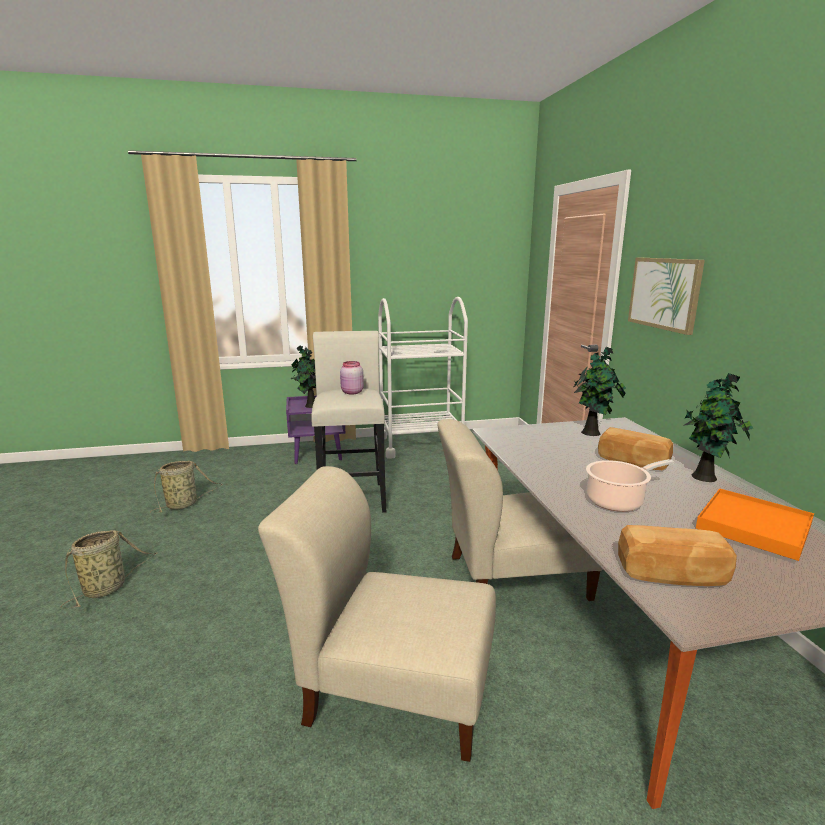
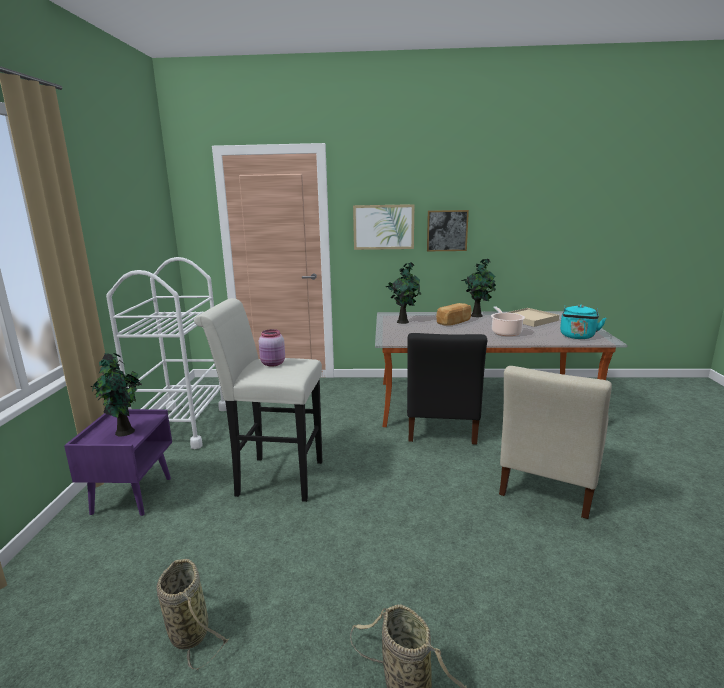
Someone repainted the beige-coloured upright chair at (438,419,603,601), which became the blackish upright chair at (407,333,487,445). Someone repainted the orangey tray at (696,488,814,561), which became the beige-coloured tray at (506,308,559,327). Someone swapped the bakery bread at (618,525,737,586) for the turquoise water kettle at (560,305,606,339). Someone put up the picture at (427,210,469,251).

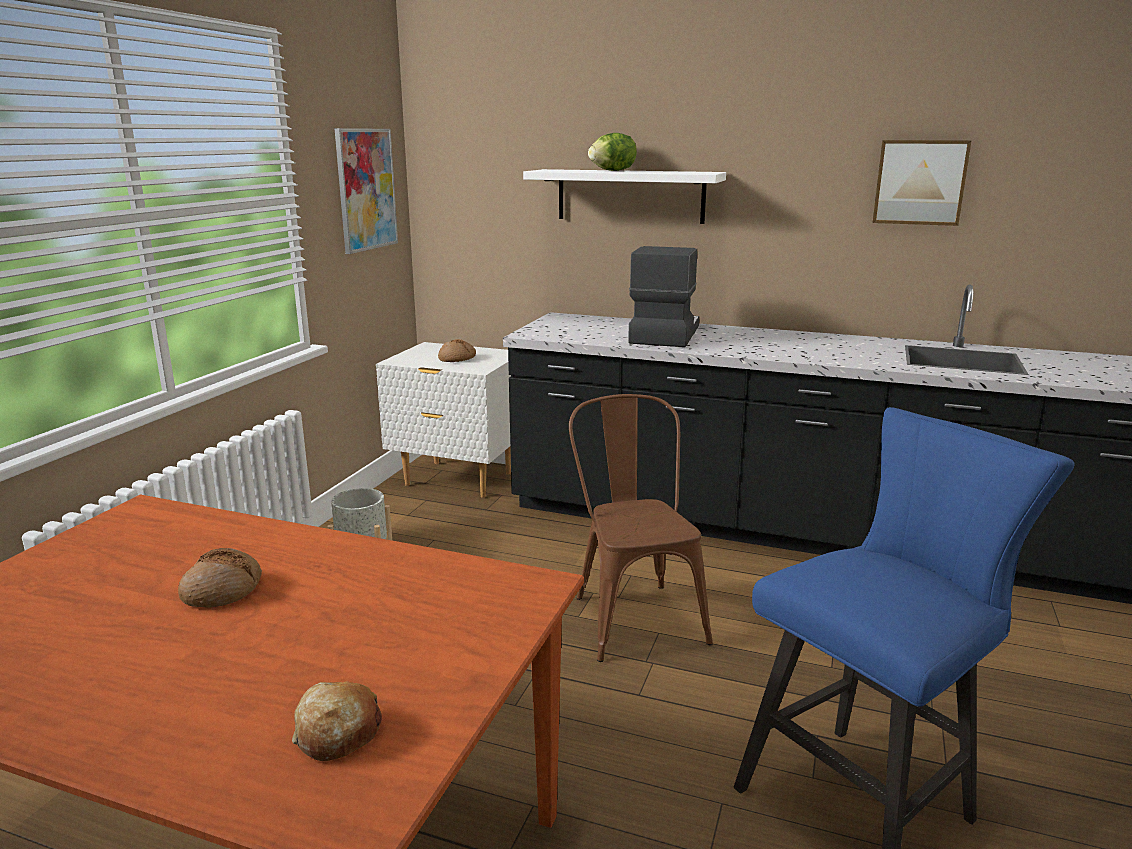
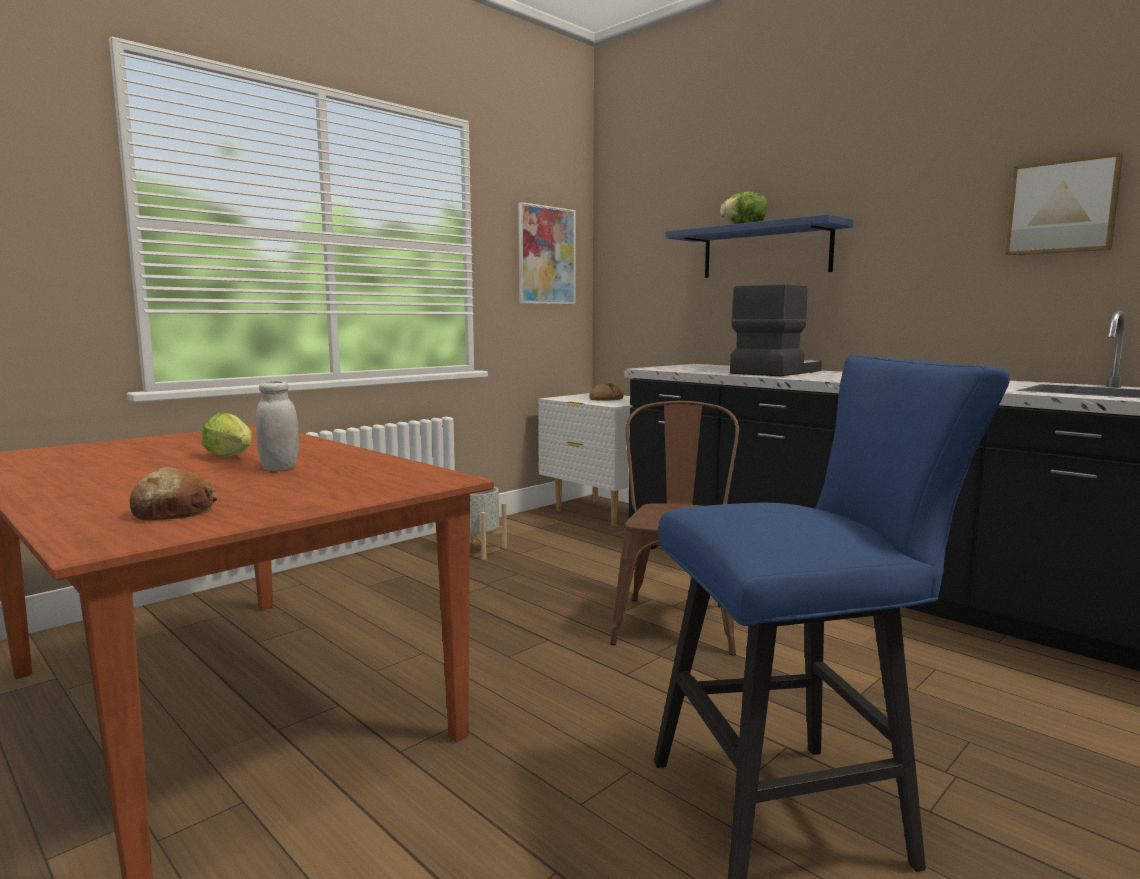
Someone repainted the white-coloured shelf at (523,169,726,224), which became the blue-coloured shelf at (666,214,854,278). Someone swapped the bakery bread at (178,548,262,607) for the lettuce at (202,413,252,457). Someone put down the white-coloured jar at (256,381,299,471).

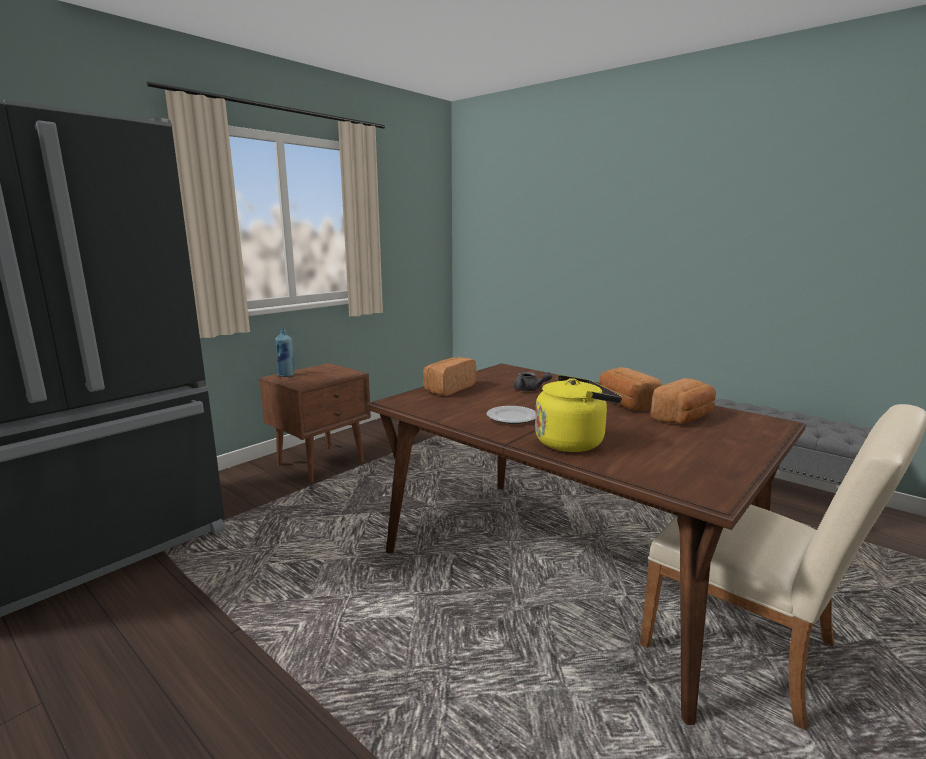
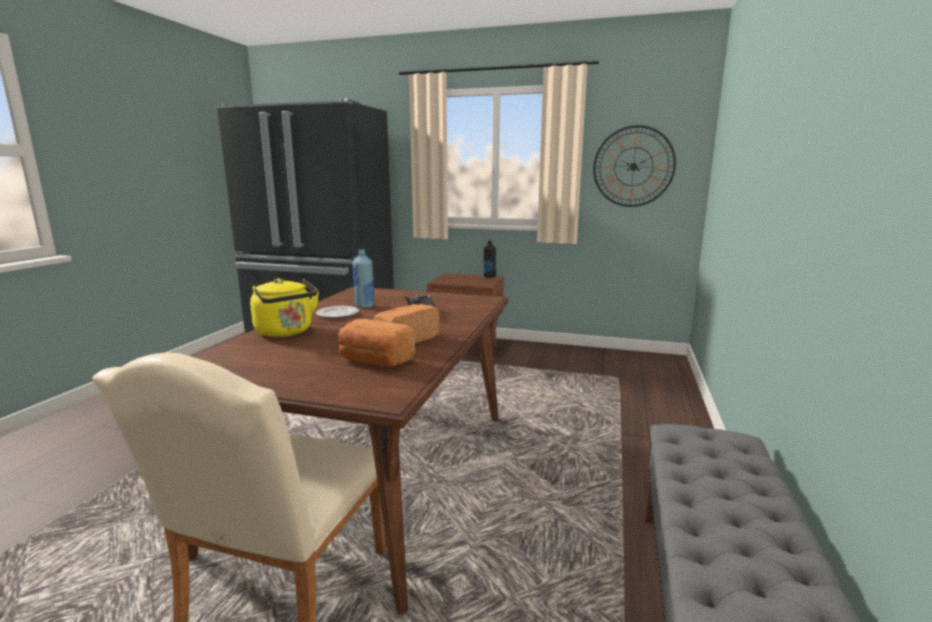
Someone carried the blue-coloured beverage bottle from (275,329,295,377) to (353,249,374,308). Someone took away the bakery bread at (423,357,476,396). Someone put up the clock on the wall at (593,125,676,207). Someone put down the blackish beverage bottle at (484,240,496,278).

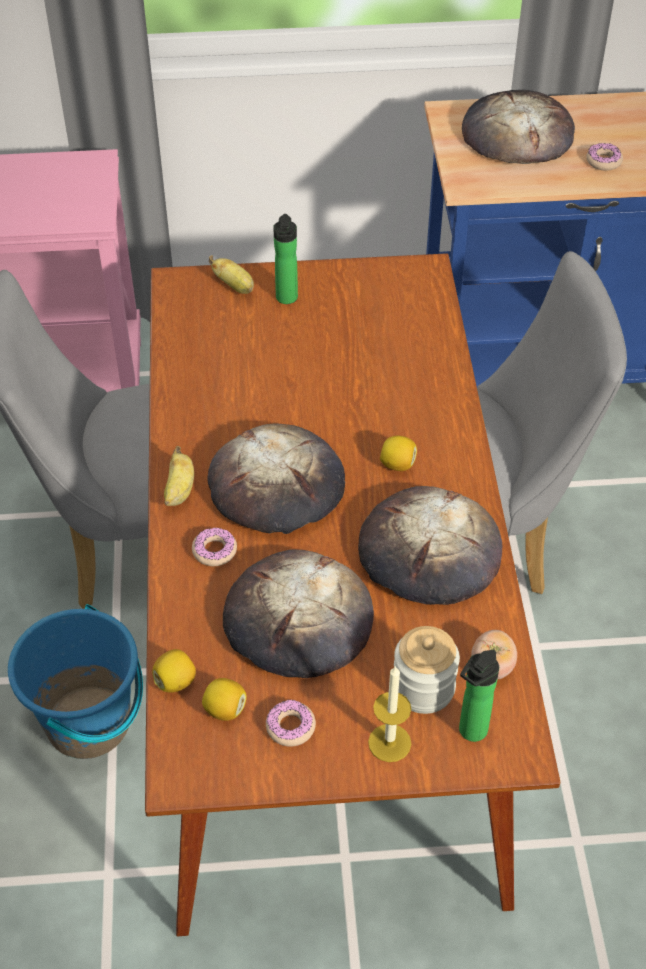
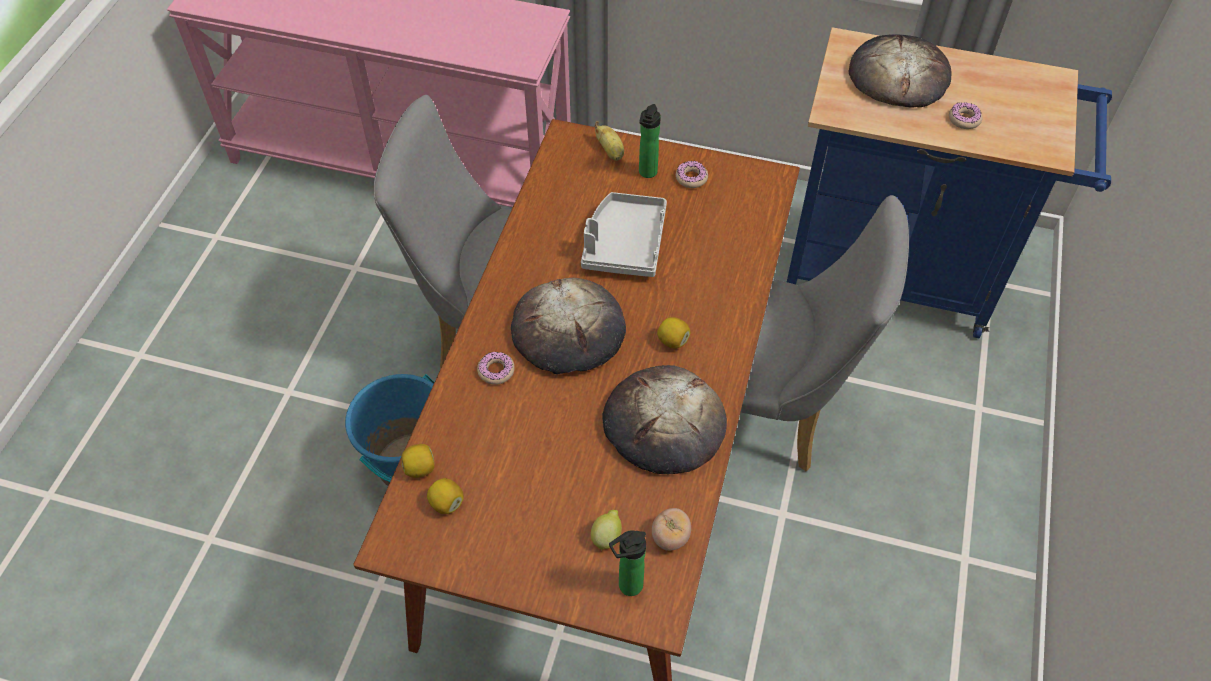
Someone took away the banana at (164,446,194,506). Someone took away the bakery bread at (223,550,374,678). Someone swapped the jar at (394,626,460,714) for the whole lemon at (591,510,622,551). Someone took away the candle at (368,665,411,762). Someone carried the ring doughnut from (266,700,316,746) to (676,161,708,188). Someone put down the grey tray at (581,192,667,277).

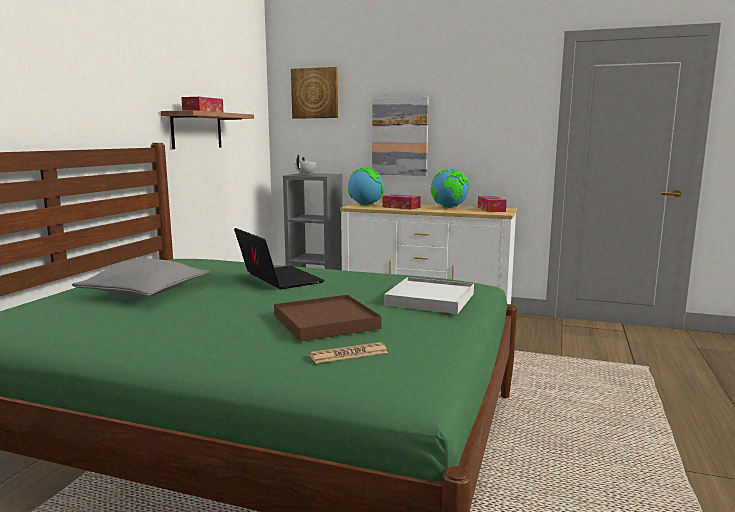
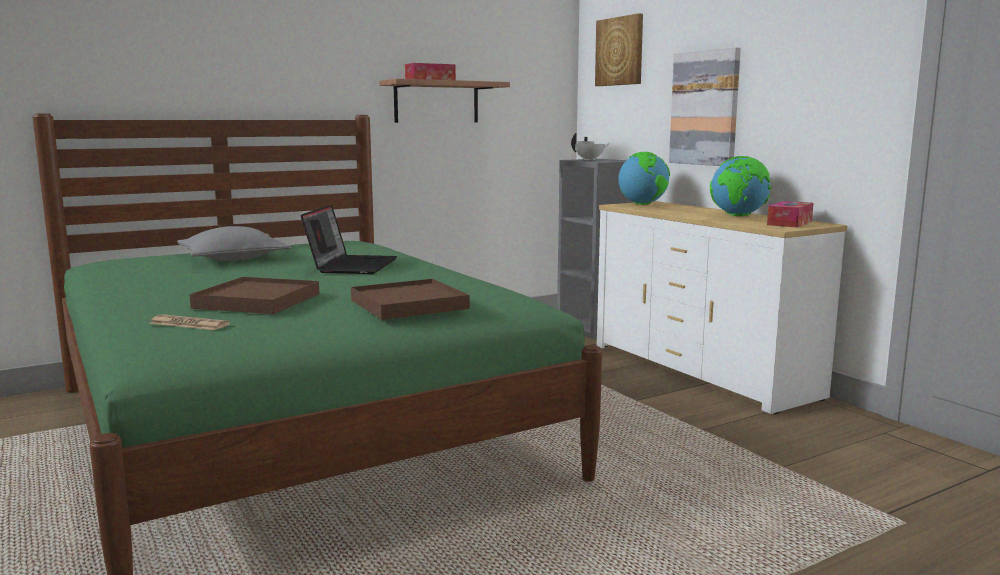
Someone took away the tissue box at (383,194,421,210). Someone repainted the white-coloured tray at (384,277,474,314), which became the brownish tray at (351,279,470,320).

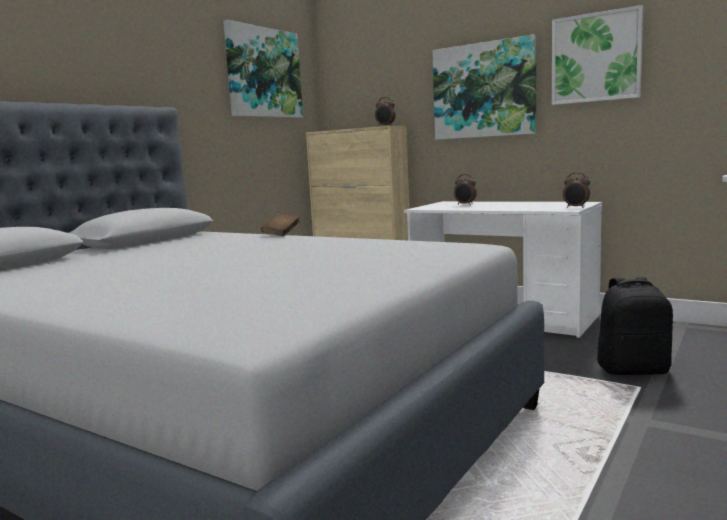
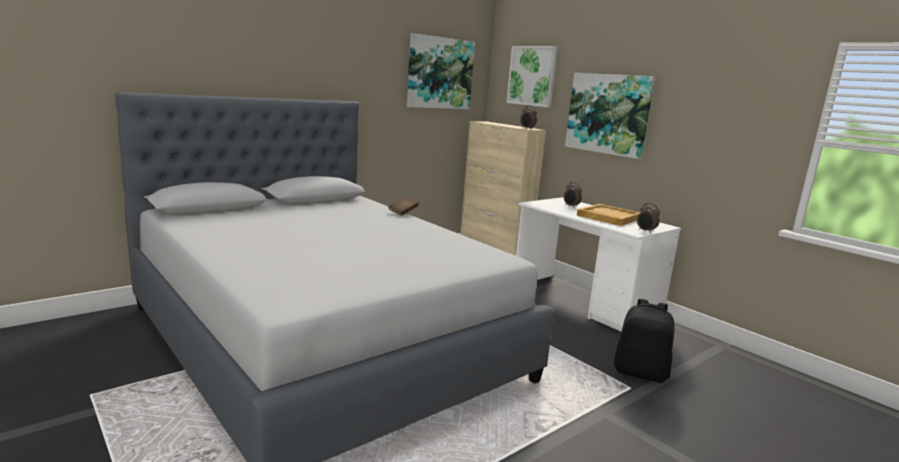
Someone carried the picture from (552,5,643,105) to (506,46,558,108). Someone put down the beige-coloured tray at (577,204,640,226).

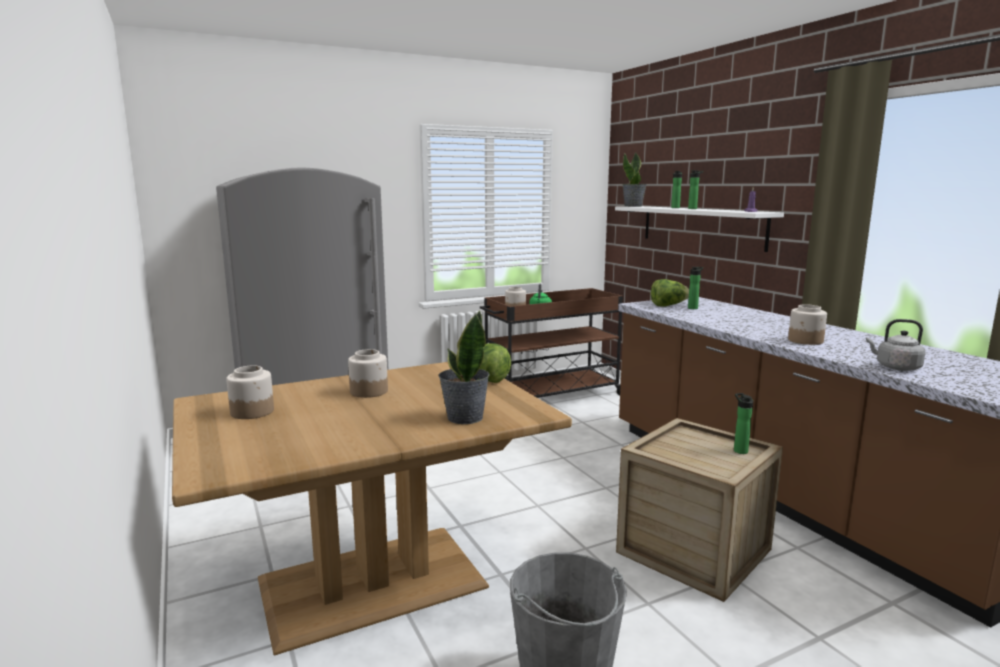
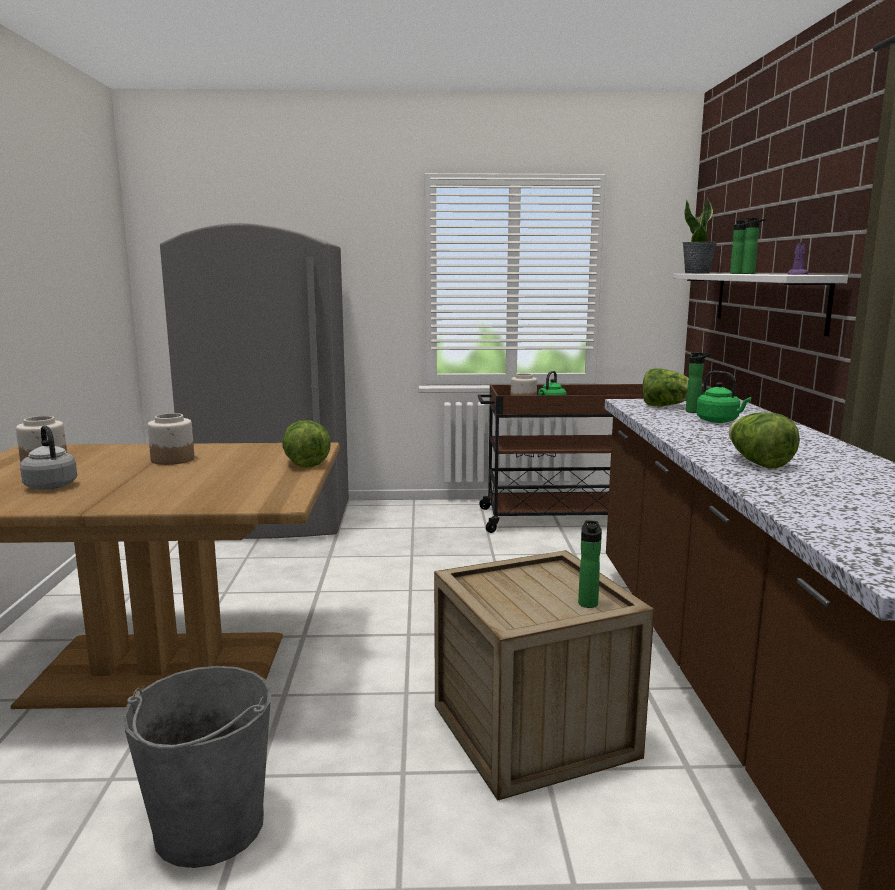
Someone swapped the jar at (788,304,827,345) for the lettuce at (729,413,800,469). Someone took away the potted plant at (439,310,489,424). Someone carried the grey water kettle from (866,319,925,371) to (20,425,77,490). Someone put down the greenish water kettle at (696,371,751,423).

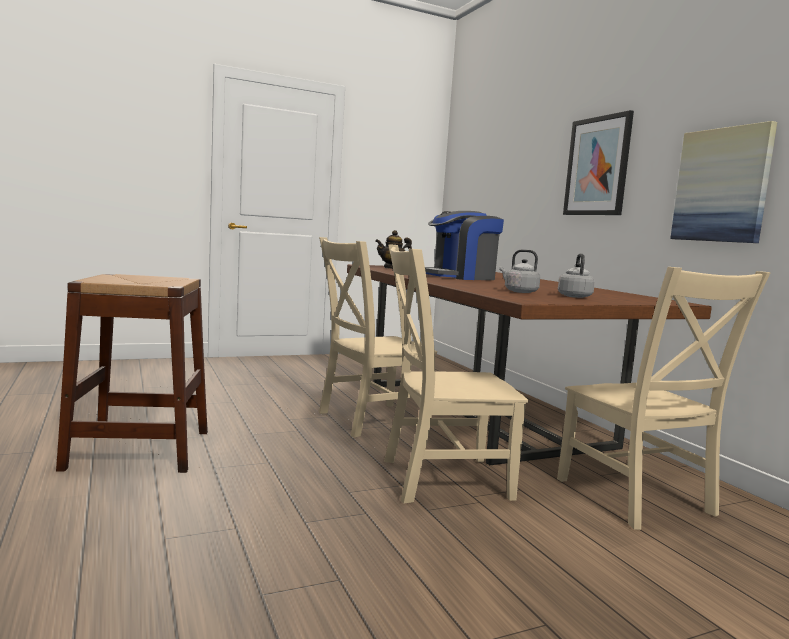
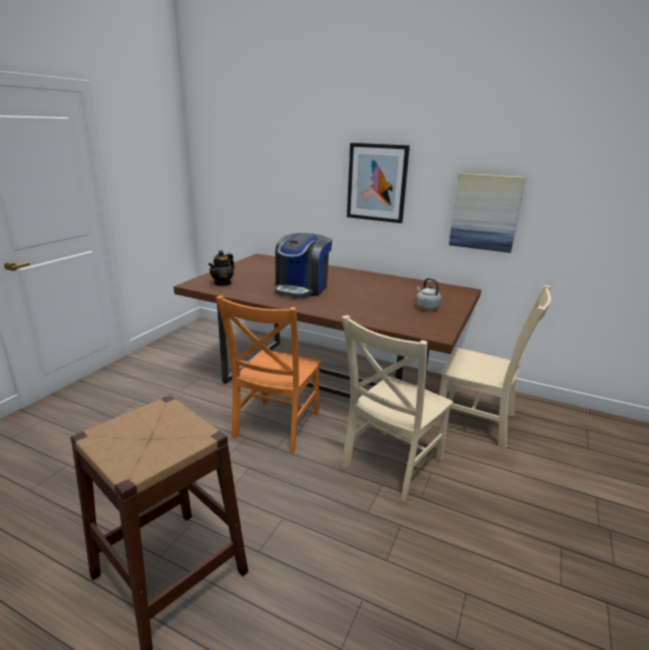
Someone repainted the beige-coloured upright chair at (319,237,437,438), which became the orangey upright chair at (215,295,321,453). Someone took away the grey water kettle at (499,249,540,293).

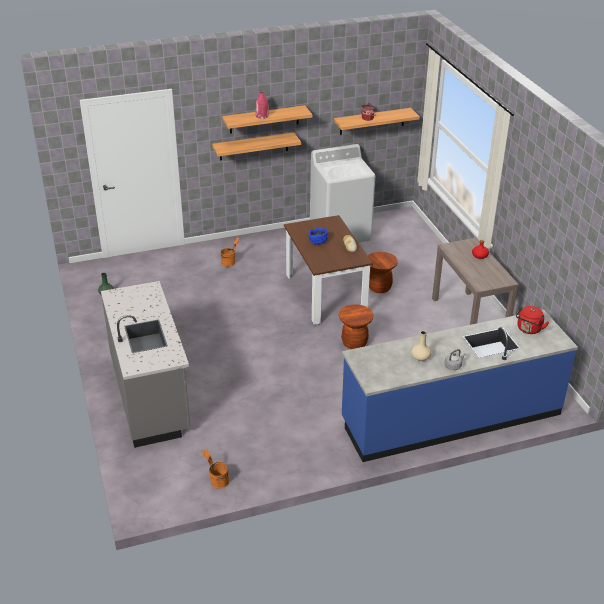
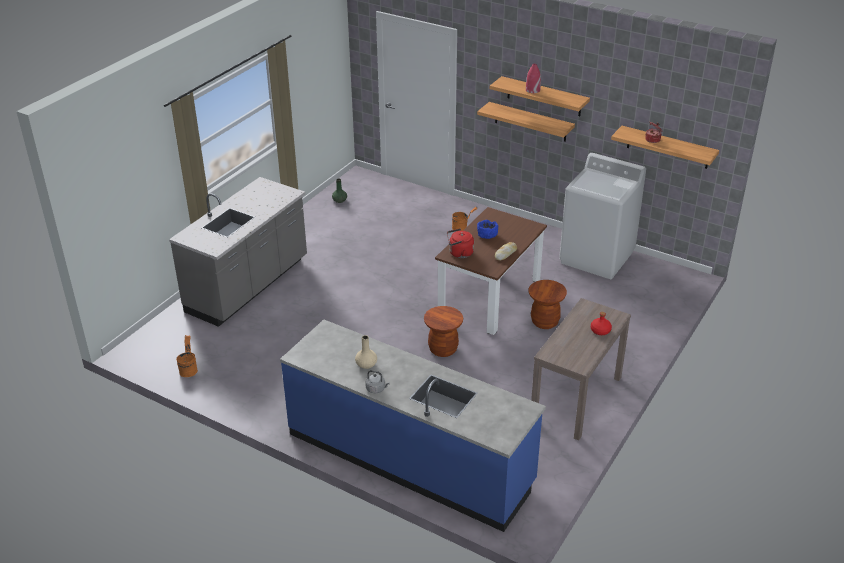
Someone carried the reddish water kettle from (516,306,549,334) to (447,228,474,258).

